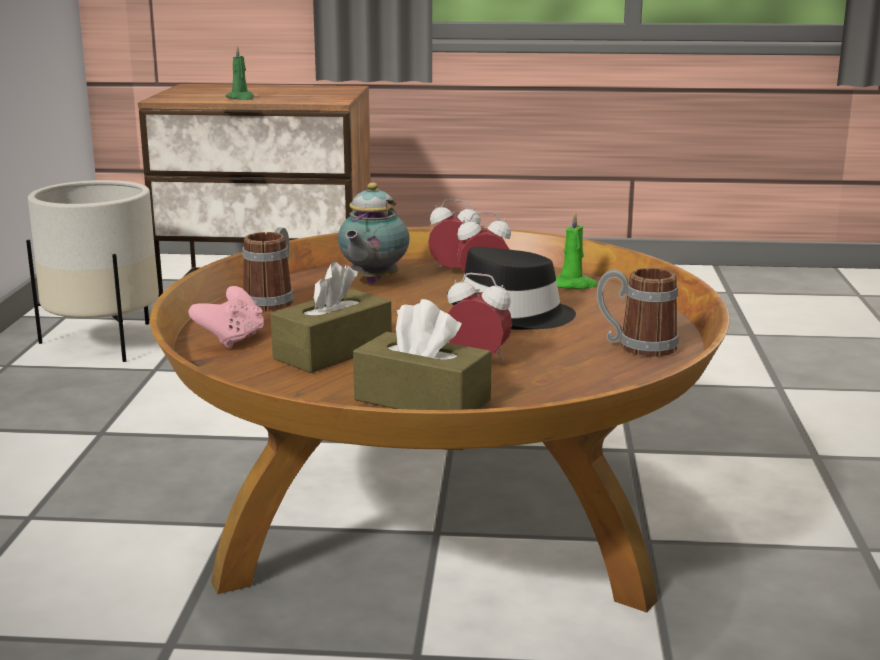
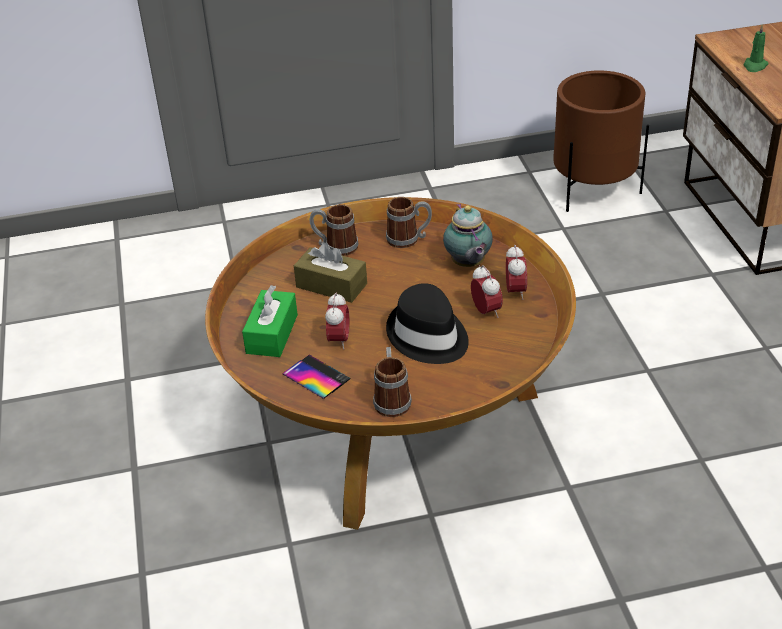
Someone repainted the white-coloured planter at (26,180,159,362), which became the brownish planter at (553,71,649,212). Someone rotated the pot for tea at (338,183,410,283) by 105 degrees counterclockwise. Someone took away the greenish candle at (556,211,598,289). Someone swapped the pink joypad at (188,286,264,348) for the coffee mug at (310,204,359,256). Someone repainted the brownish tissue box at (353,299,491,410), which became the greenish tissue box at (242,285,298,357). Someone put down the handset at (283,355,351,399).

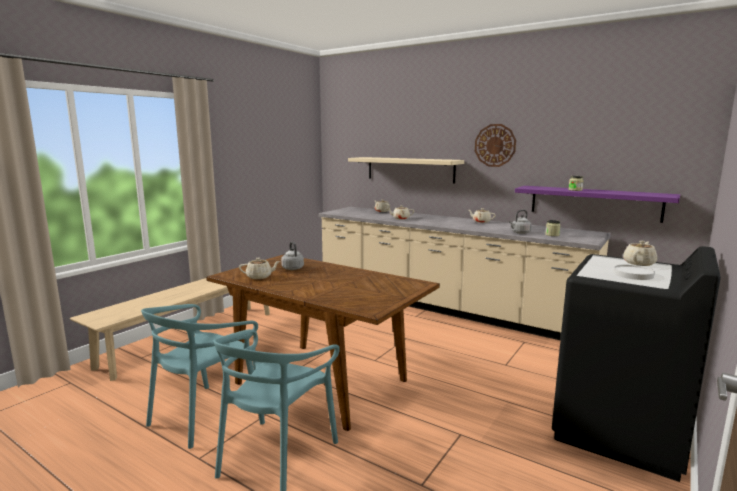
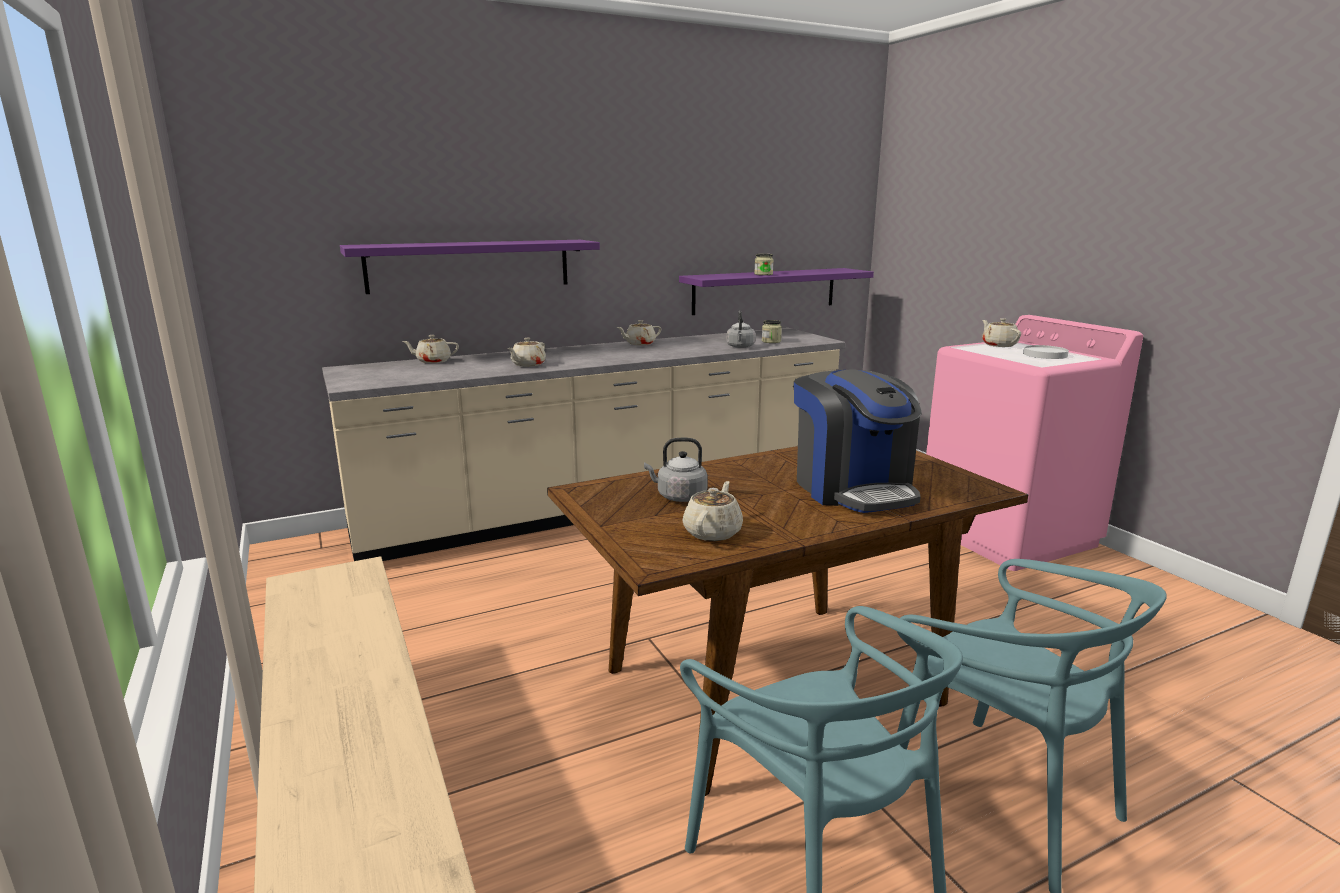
Someone took away the clock on the wall at (475,124,516,167). Someone repainted the beige-coloured shelf at (348,157,464,184), which became the purplish shelf at (340,240,600,294). Someone repainted the blackish laundry machine at (552,246,721,482), which became the pink laundry machine at (926,315,1143,571). Someone put down the coffee brewer at (794,369,922,513).

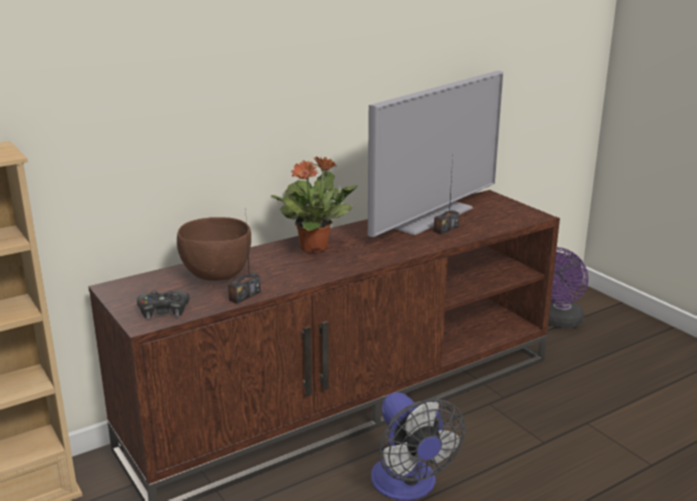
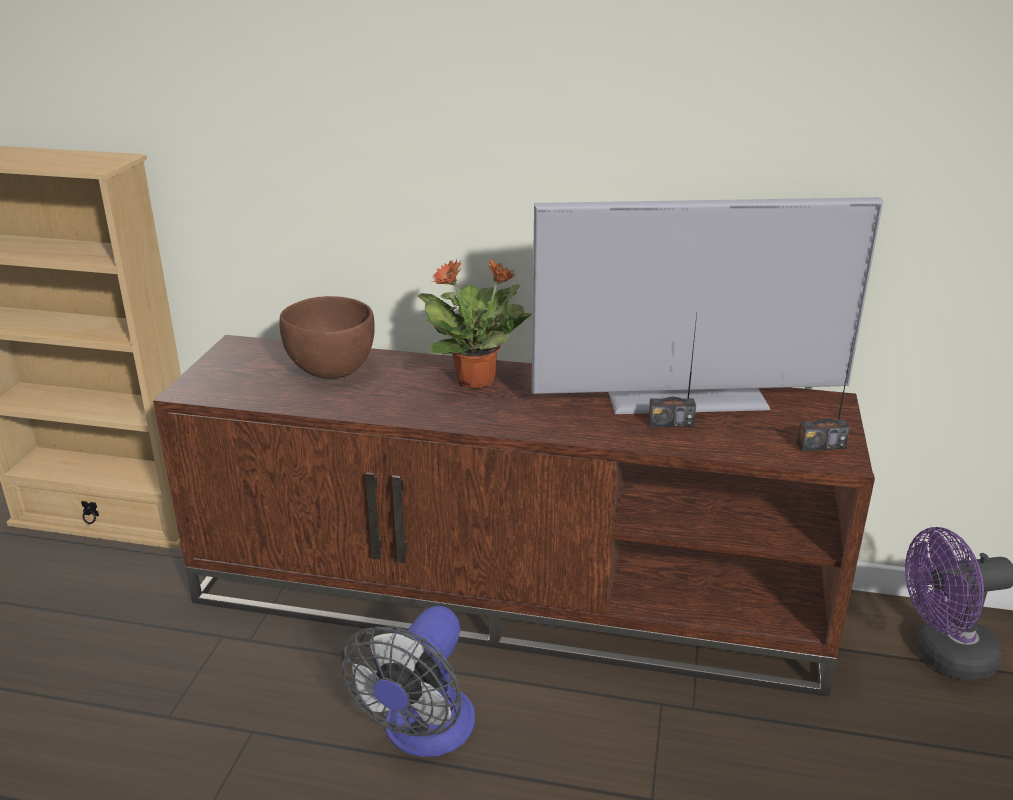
Someone carried the radio from (228,222,261,304) to (797,332,855,451). Someone took away the blackish joypad at (137,291,190,319).

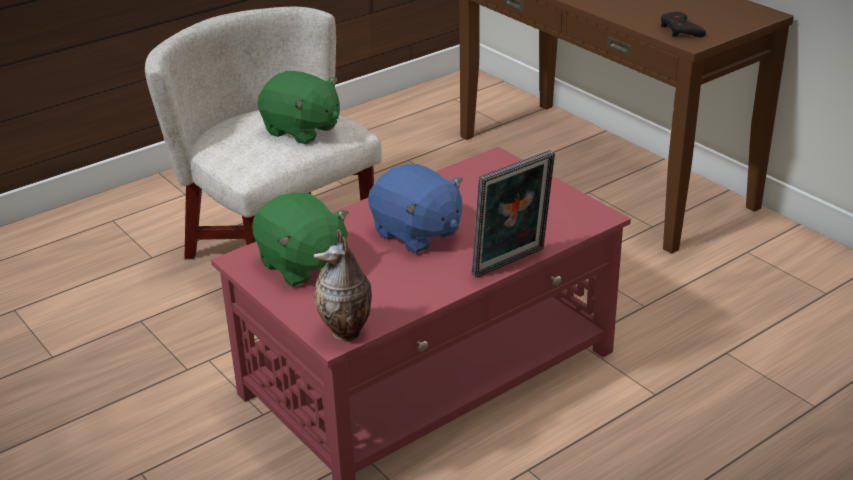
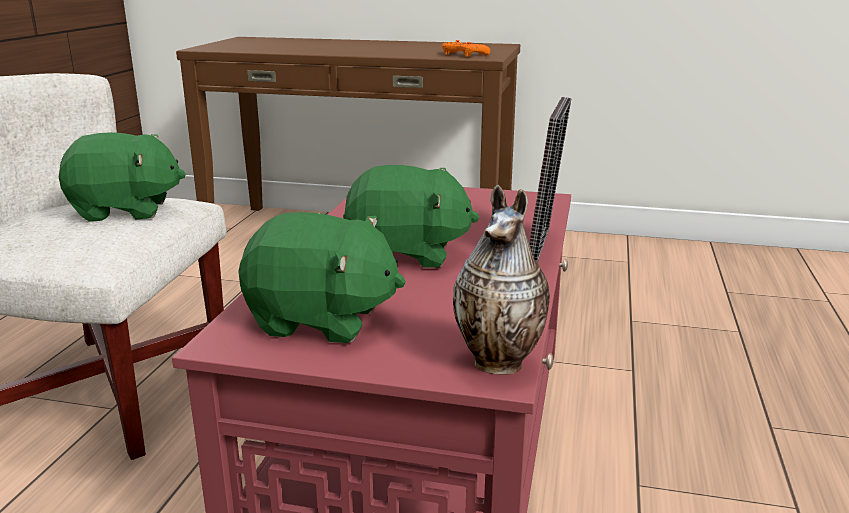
Someone repainted the blackish joypad at (661,12,706,37), which became the orangey joypad at (442,40,490,57). Someone repainted the blue-coloured plush toy at (368,164,463,253), which became the greenish plush toy at (343,165,480,268).

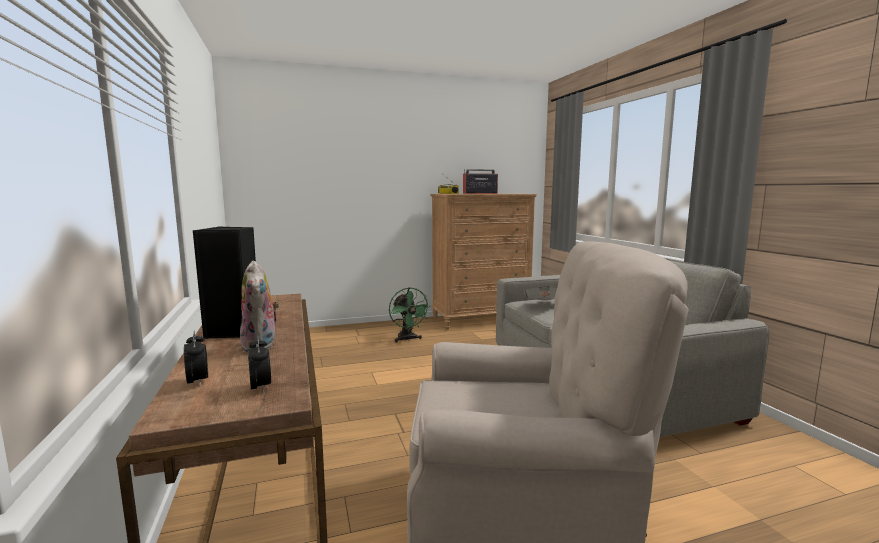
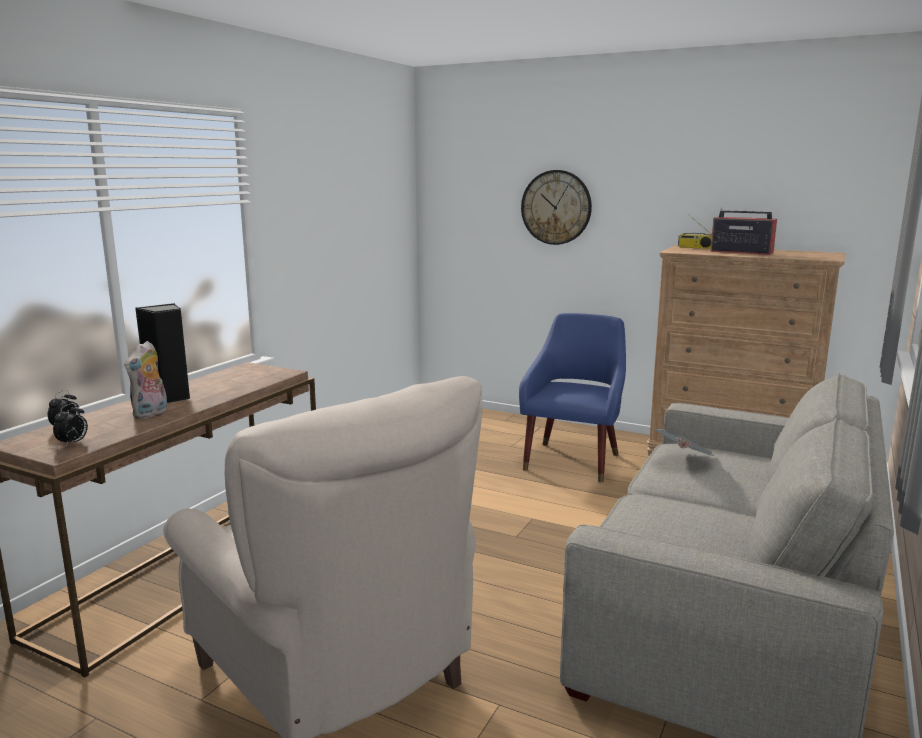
Someone swapped the greenish cooling fan at (389,287,431,342) for the blue-coloured armchair at (519,313,626,482). Someone put up the clock on the wall at (521,170,592,245).

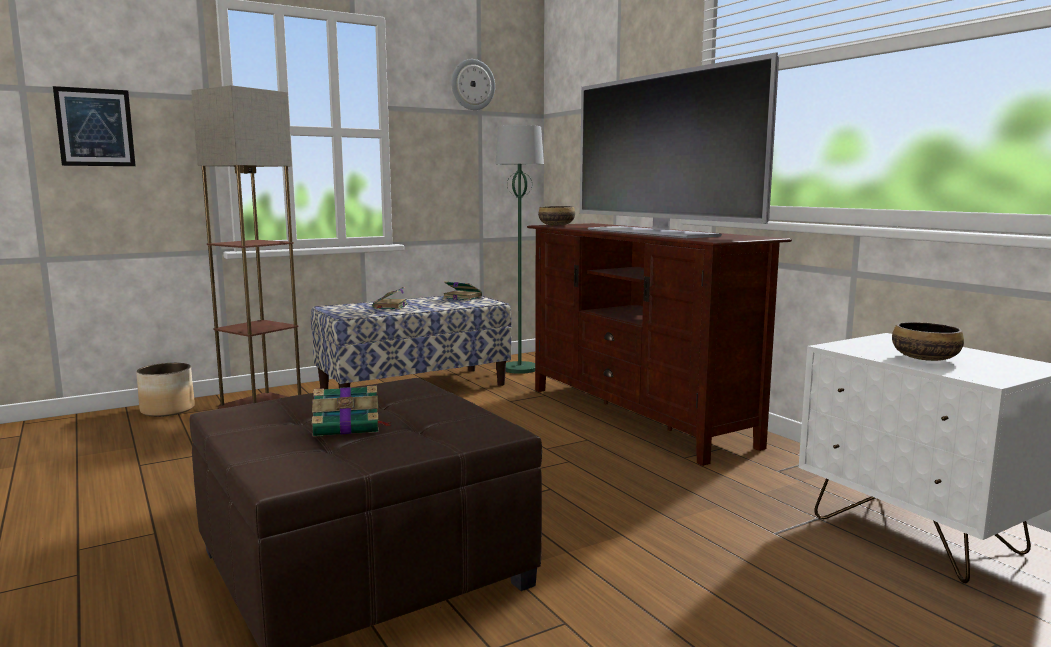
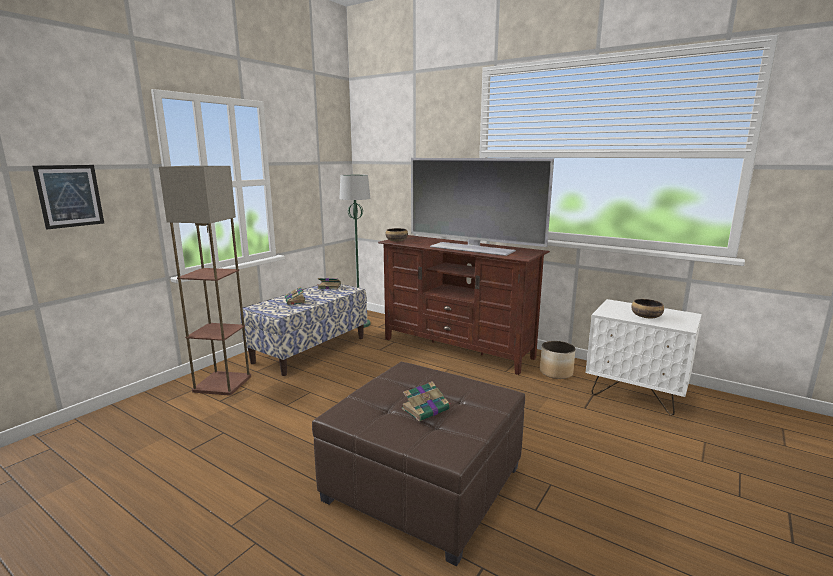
Someone took away the clock on the wall at (451,59,495,110). Someone carried the planter from (136,363,195,417) to (540,341,575,379).

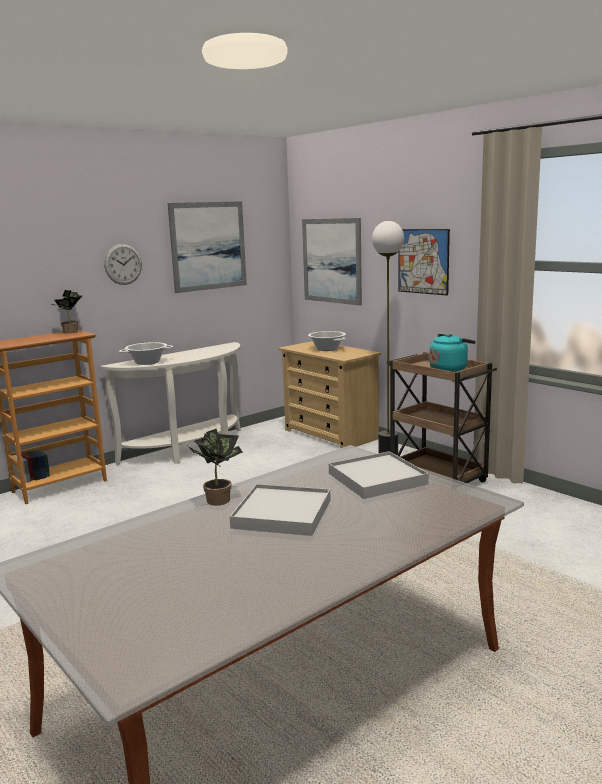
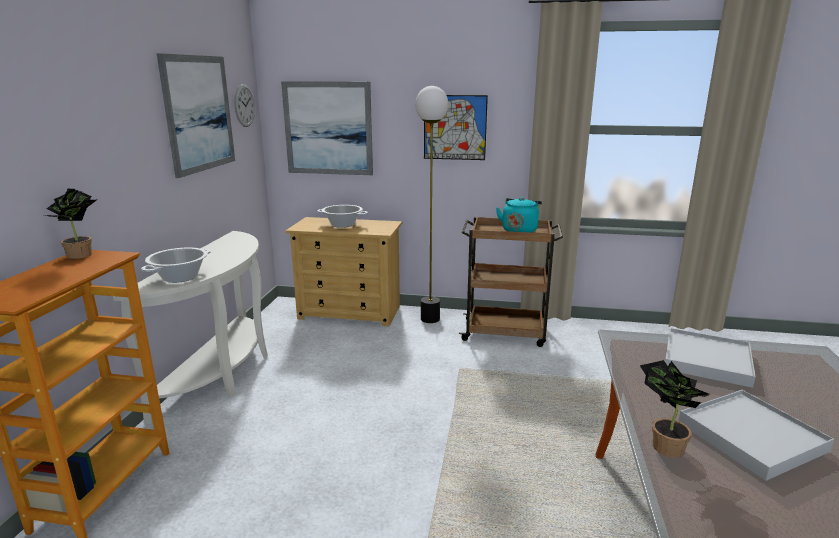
Someone carried the clock on the wall from (104,244,142,285) to (234,84,255,127).

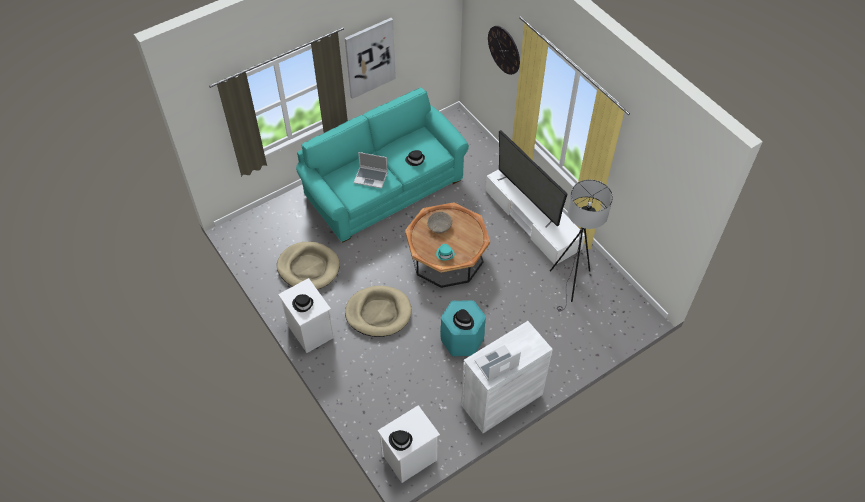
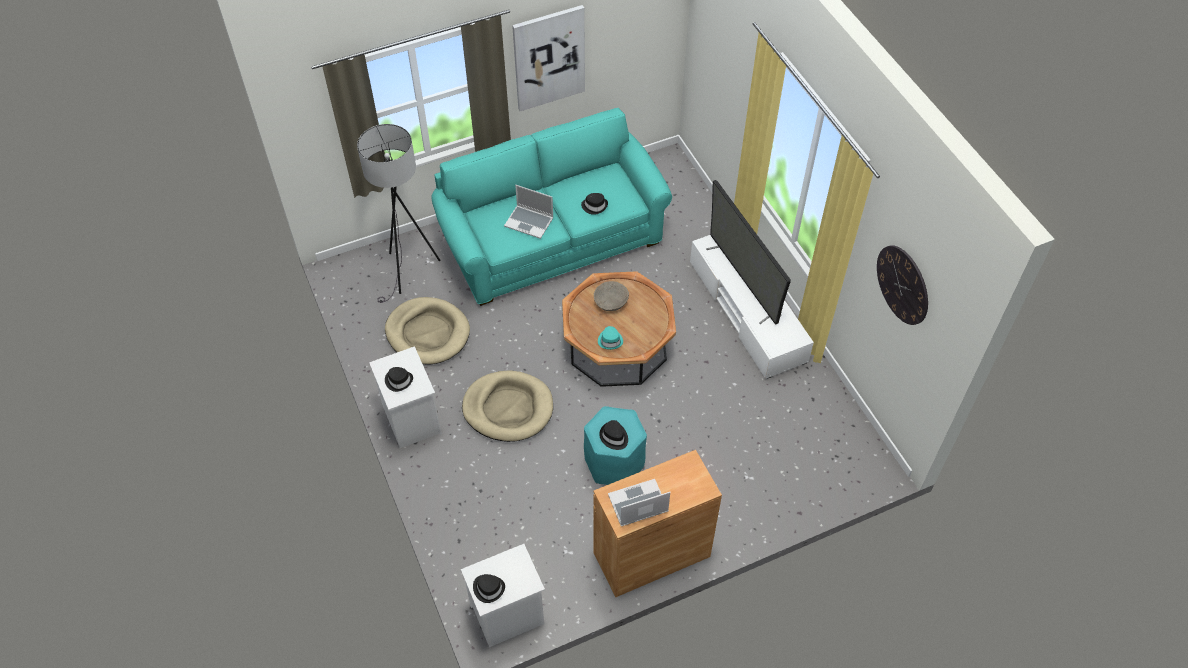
Someone carried the clock on the wall from (488,26,520,75) to (877,245,928,325). Someone carried the grey standing lamp from (550,180,613,311) to (357,124,440,303). Someone repainted the white-coloured cupboard at (461,321,553,433), which became the brownish cupboard at (594,450,722,597).

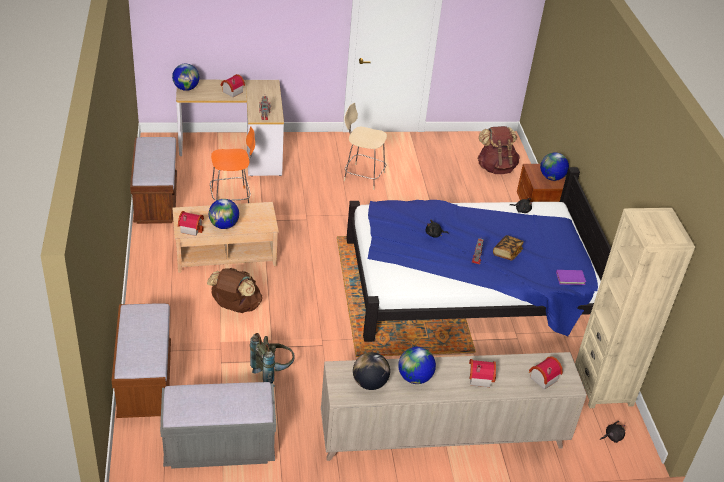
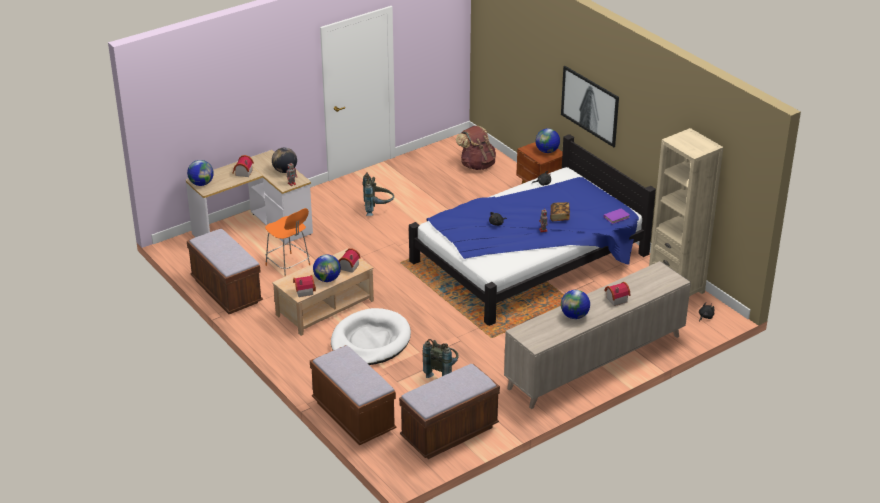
Someone swapped the beige-coloured upright chair at (344,103,387,190) for the grey backpack at (363,172,394,216). Someone rotated the orangey upright chair at (210,126,255,203) by 90 degrees clockwise. Someone swapped the brownish backpack at (207,268,262,313) for the white-coloured dog cushion at (331,308,411,365). Someone carried the world globe from (353,352,390,390) to (272,148,297,173). Someone carried the model house from (529,356,563,390) to (338,249,361,273). Someone repainted the grey bench at (160,382,276,469), which became the brownish bench at (399,364,500,459). Someone put up the picture at (561,66,619,147).

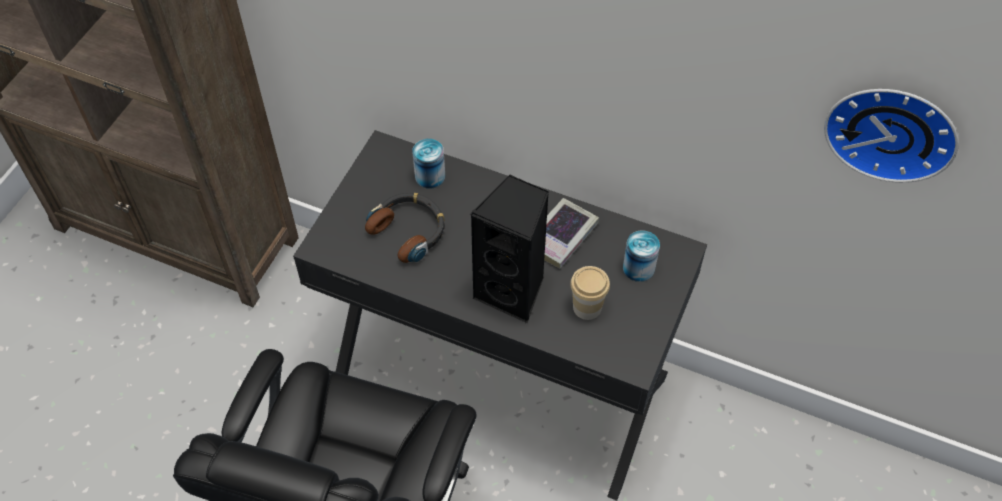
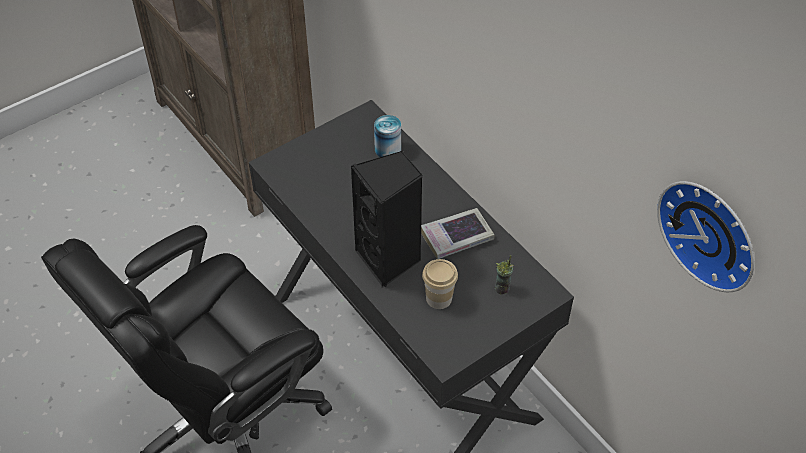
Someone took away the pair of headphones at (365,193,445,263). Someone swapped the can at (623,230,660,282) for the drinking cup at (495,255,513,295).

